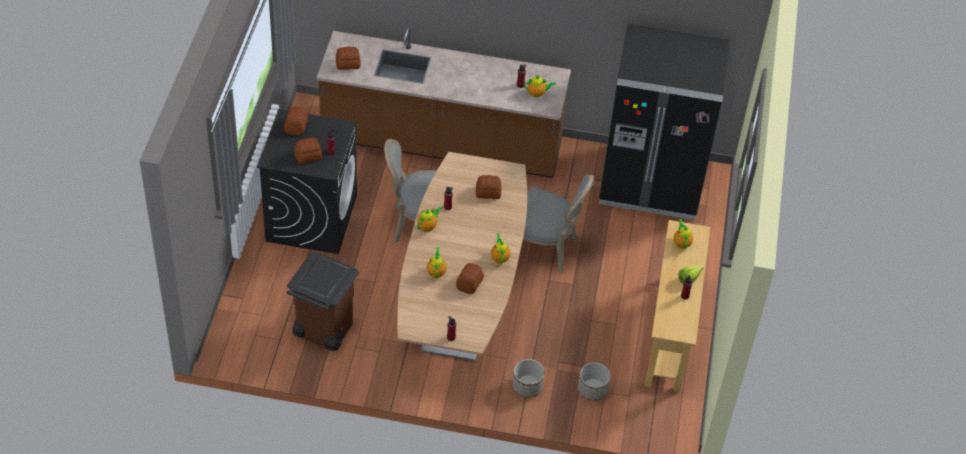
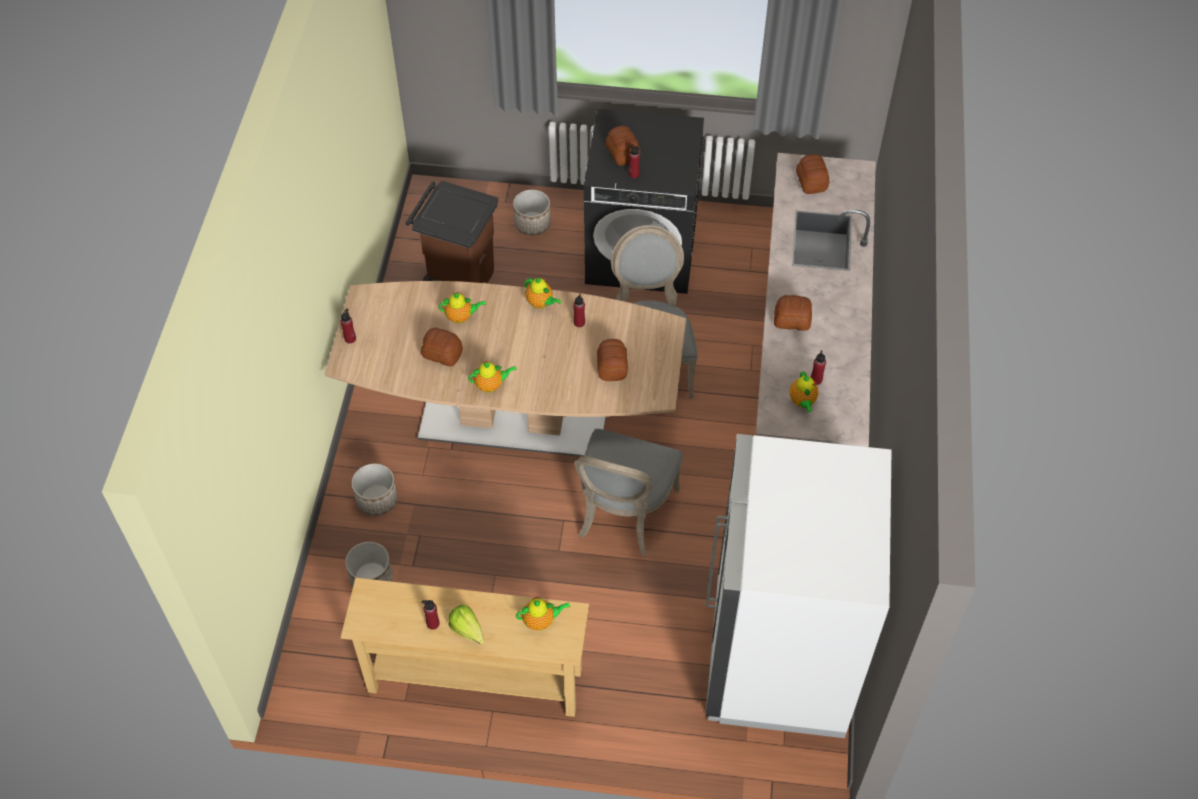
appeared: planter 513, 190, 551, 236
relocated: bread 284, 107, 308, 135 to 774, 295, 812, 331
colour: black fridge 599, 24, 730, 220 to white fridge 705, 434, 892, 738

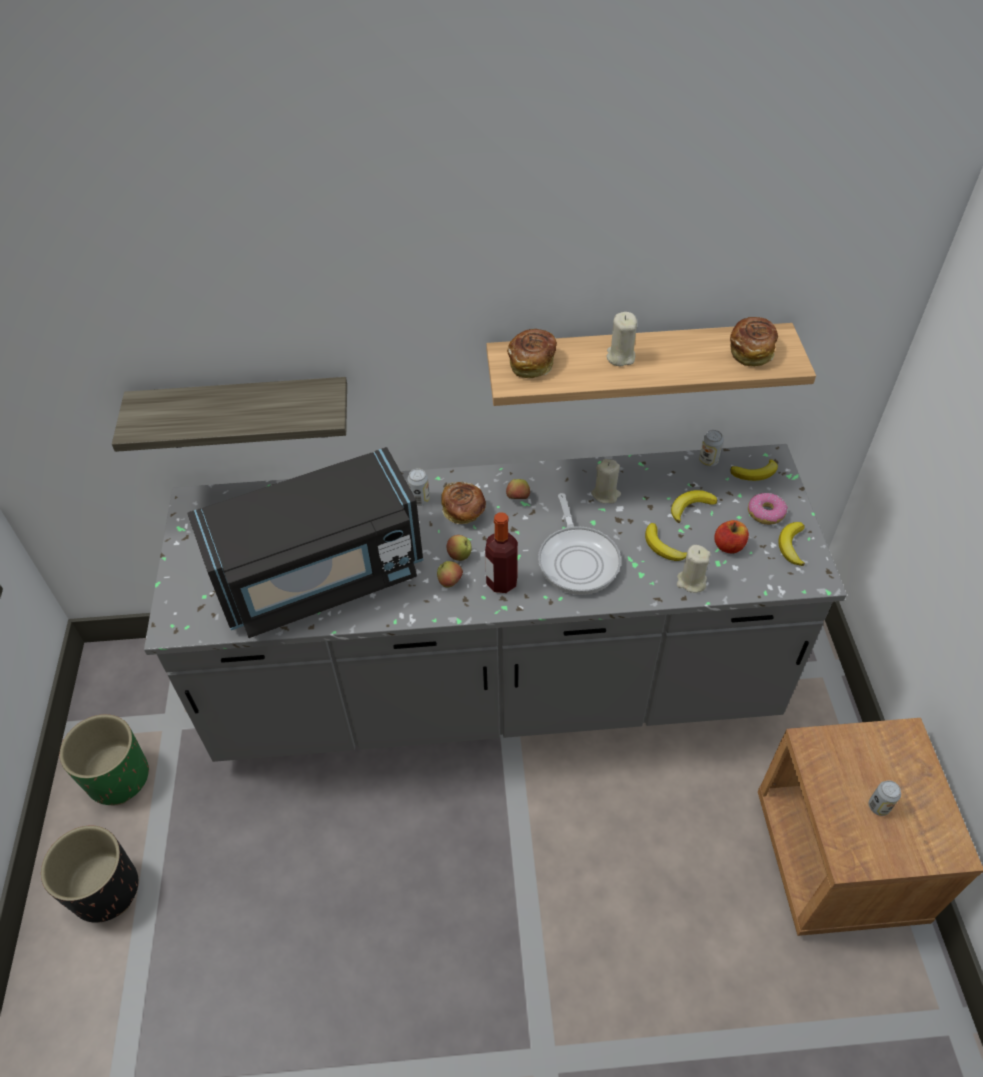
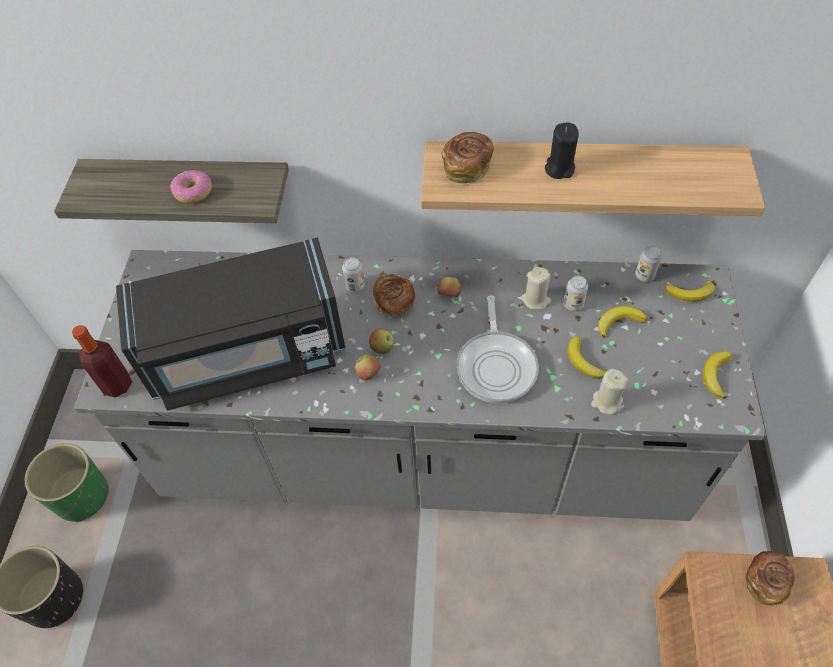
missing: apple 714, 520, 749, 553
relocated: bottle 485, 512, 518, 593 to 72, 325, 132, 397; bread 730, 317, 778, 366 to 746, 551, 795, 606; donut 748, 493, 788, 525 to 170, 170, 212, 203; can 869, 780, 901, 816 to 564, 275, 588, 311
colour: beige candle 607, 312, 637, 366 to black candle 545, 123, 579, 179

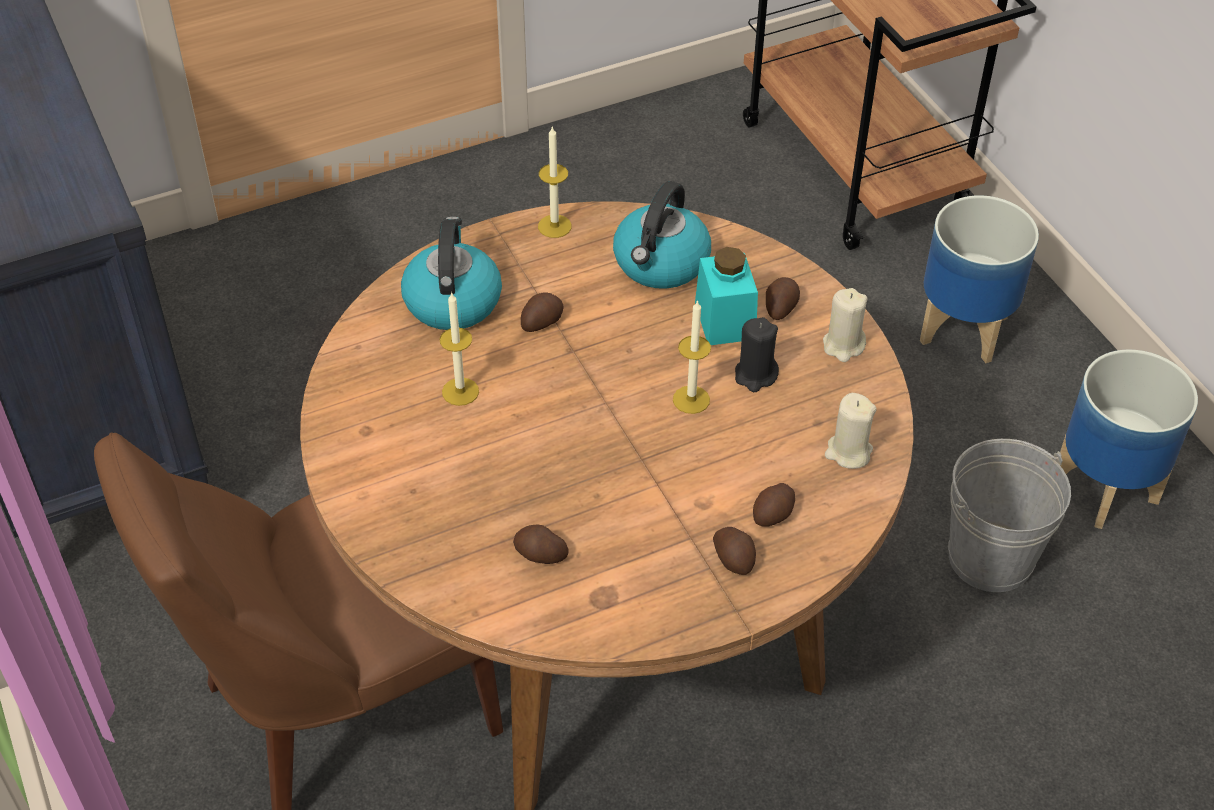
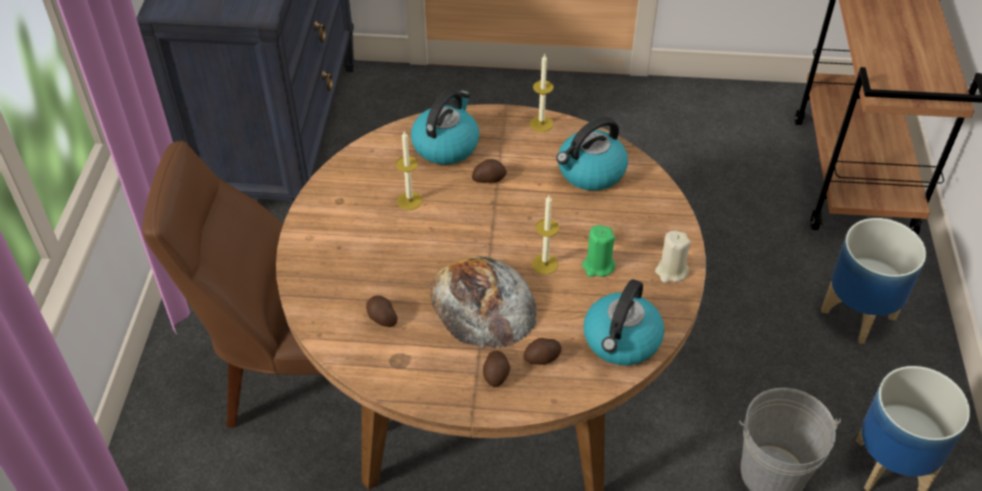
missing: turquoise jar 695, 247, 758, 345; potato 766, 277, 800, 320
appeared: bread 431, 256, 537, 348
exchanged: beige candle 825, 393, 877, 469 to kettle 584, 279, 664, 366
colour: black candle 735, 317, 779, 392 to green candle 582, 225, 615, 277

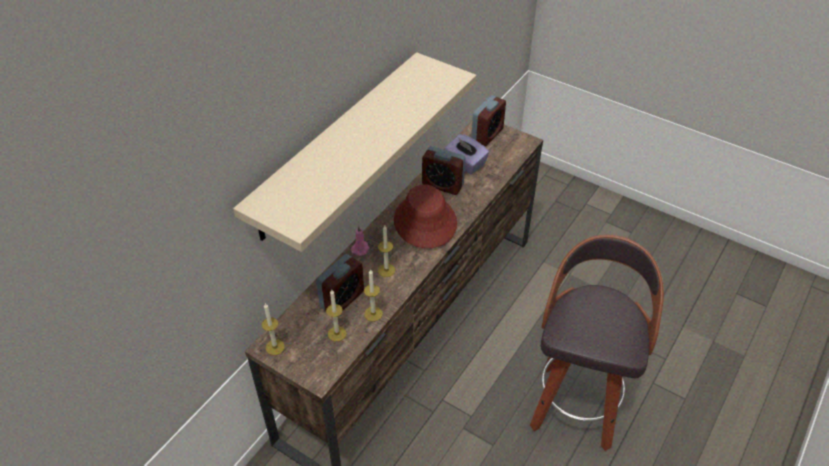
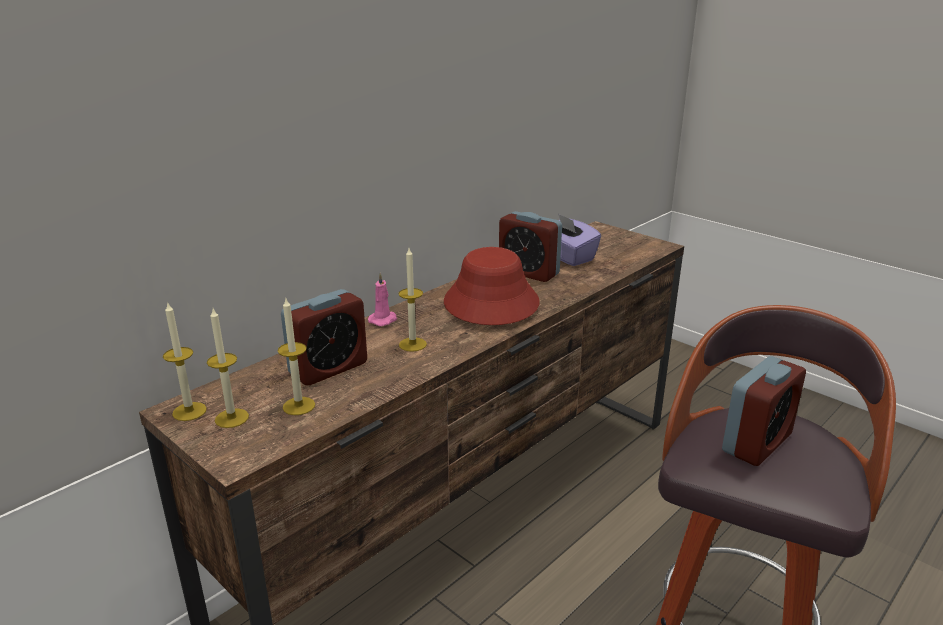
missing: beige shelf 233, 52, 476, 252
relocated: candle 364, 269, 383, 321 to 207, 309, 249, 428; alarm clock 471, 95, 506, 146 to 722, 356, 806, 466

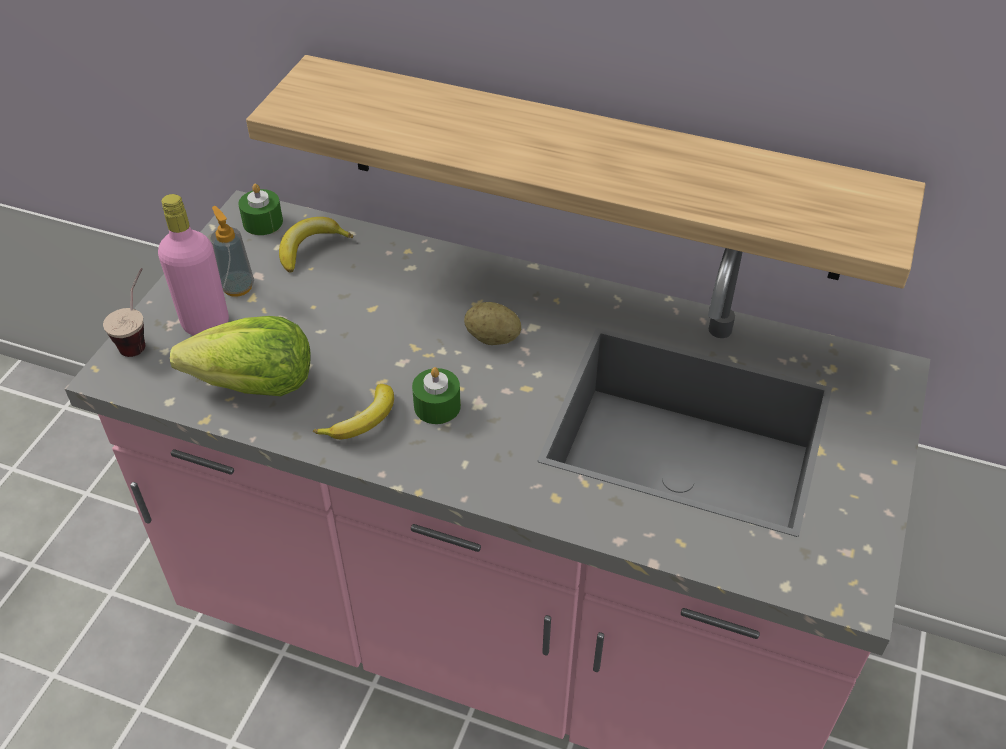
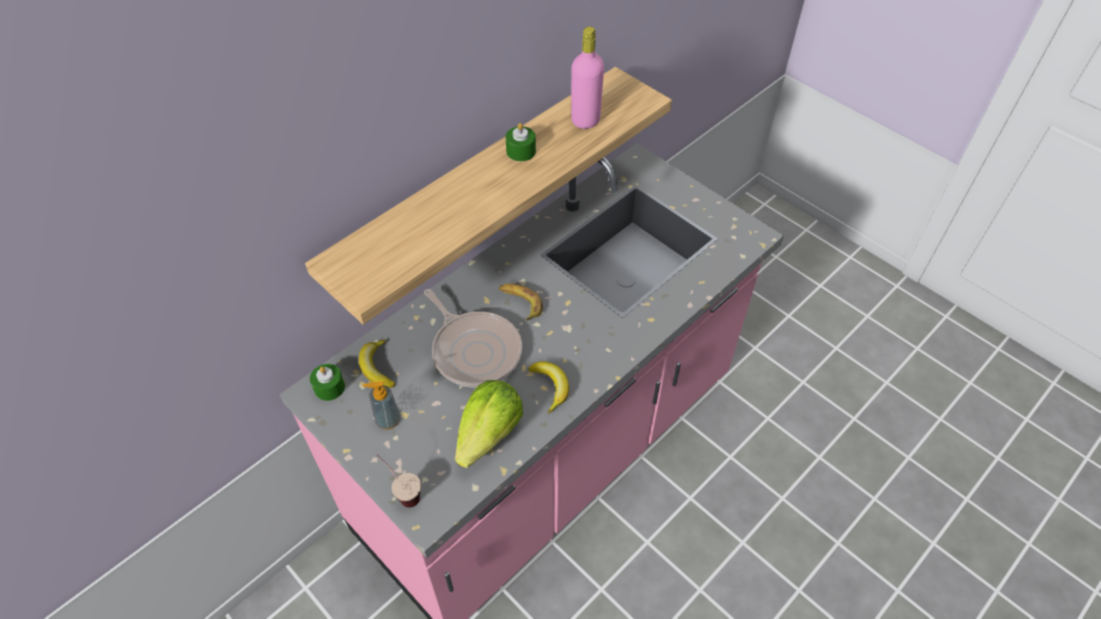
appeared: frying pan 424, 289, 522, 387
relocated: pink bottle 158, 194, 229, 336 to 571, 26, 604, 129; green candle 412, 367, 461, 424 to 506, 123, 536, 161
exchanged: potato 464, 302, 521, 345 to banana 499, 284, 543, 320

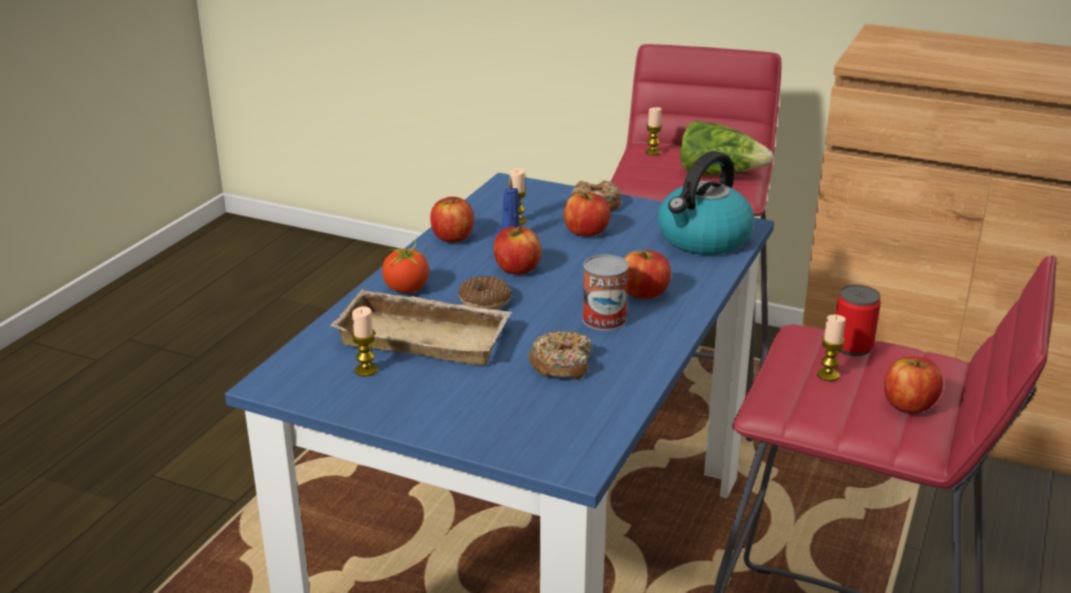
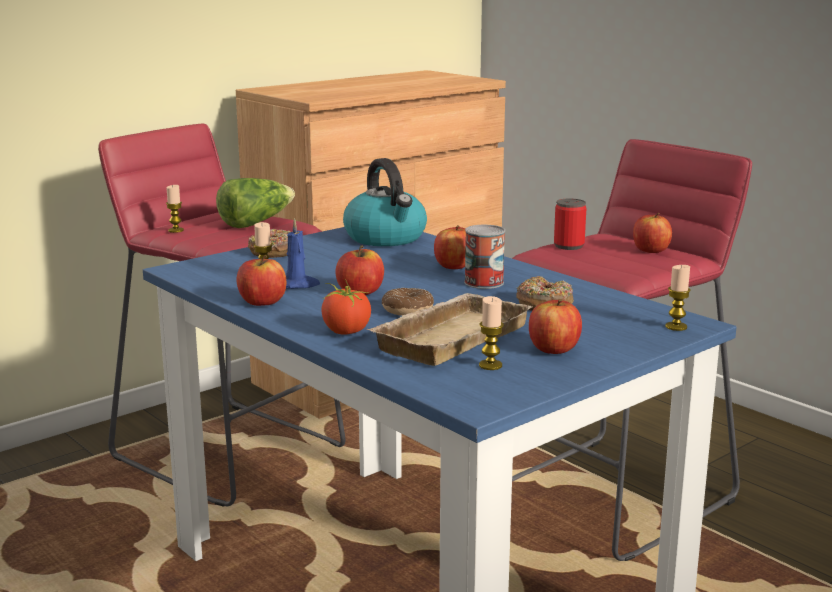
relocated: apple 564, 193, 610, 237 to 529, 299, 582, 354; candle 817, 315, 846, 381 to 665, 265, 691, 331

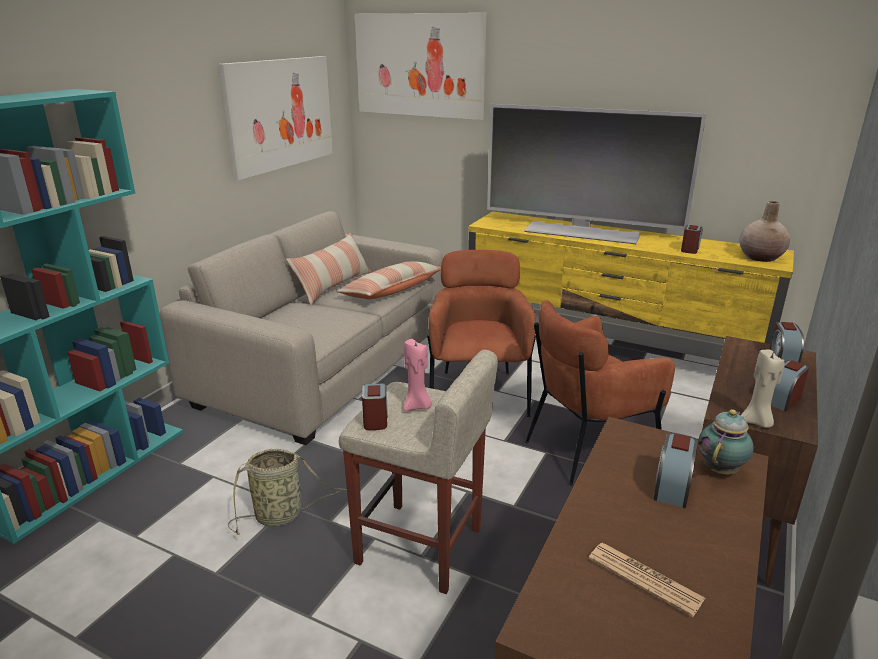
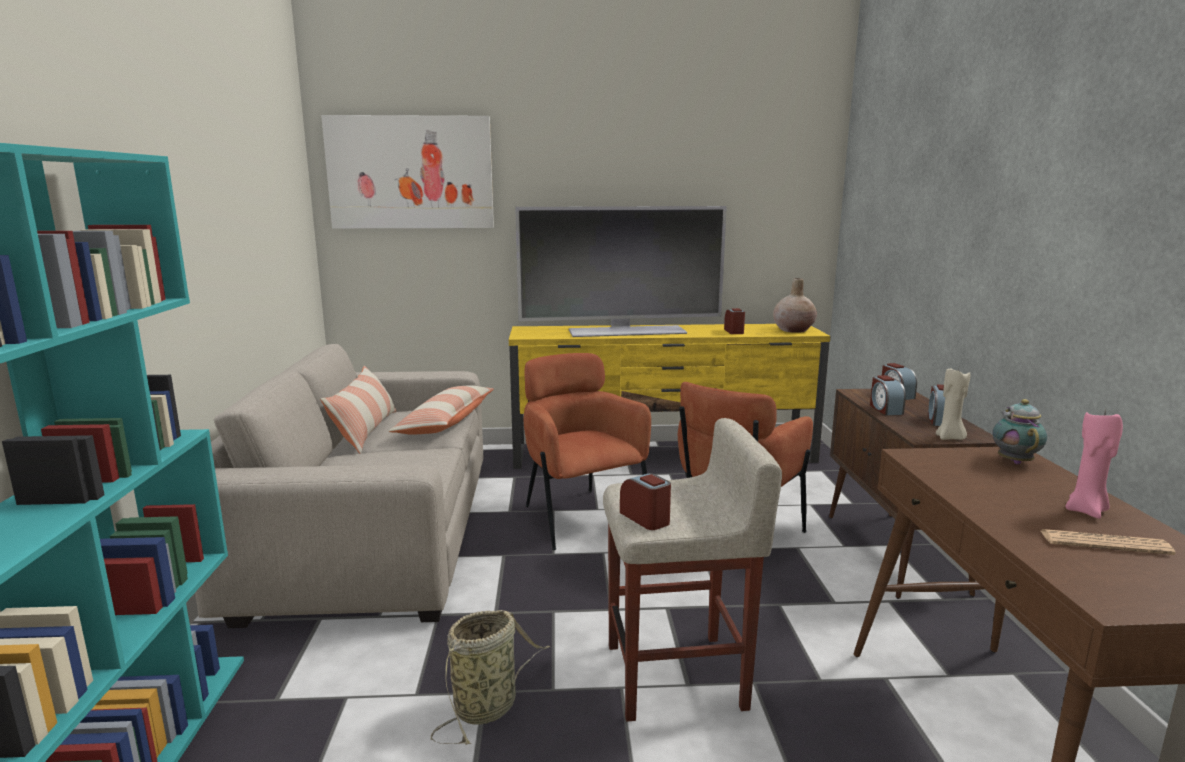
missing: picture 218, 56, 333, 180
relocated: pink candle 404, 339, 432, 411 to 1065, 410, 1123, 519; alarm clock 654, 432, 698, 508 to 870, 375, 906, 415

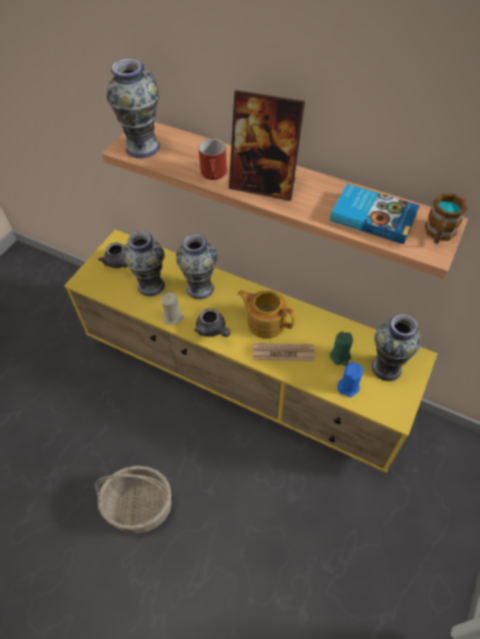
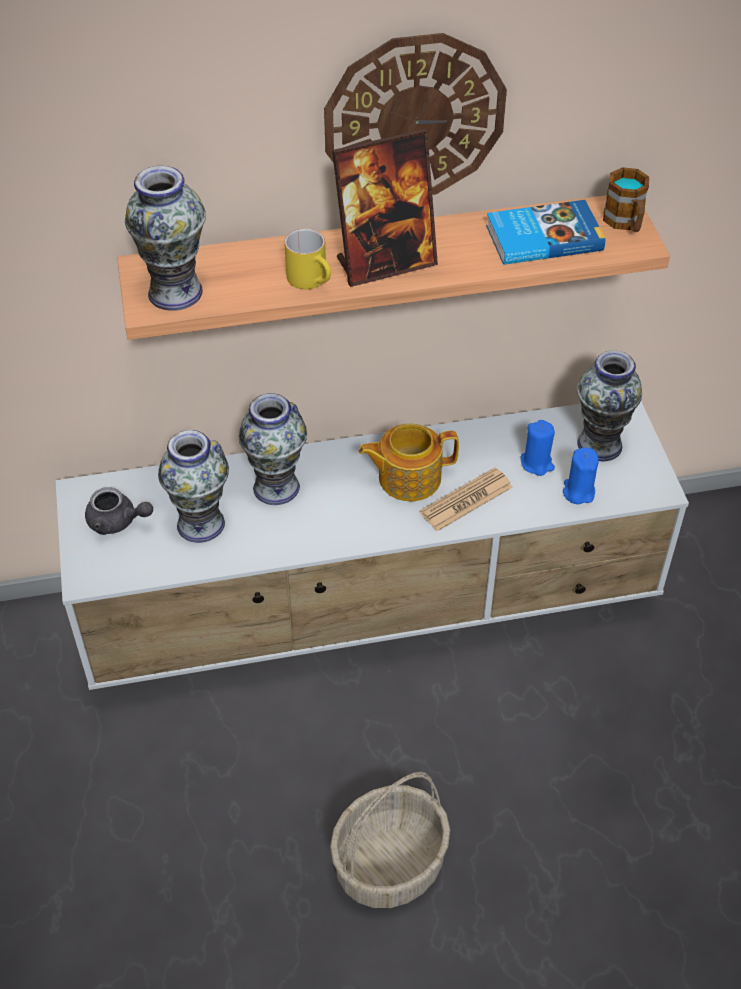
missing: beige candle 161, 292, 184, 325; grey teapot 194, 308, 231, 337
appeared: wall clock 324, 33, 507, 195
colour: yellow tv stand 64, 229, 438, 473 to white tv stand 55, 401, 689, 690; red mug 199, 139, 227, 180 to yellow mug 284, 229, 331, 289; green candle 330, 331, 353, 366 to blue candle 520, 420, 555, 476

